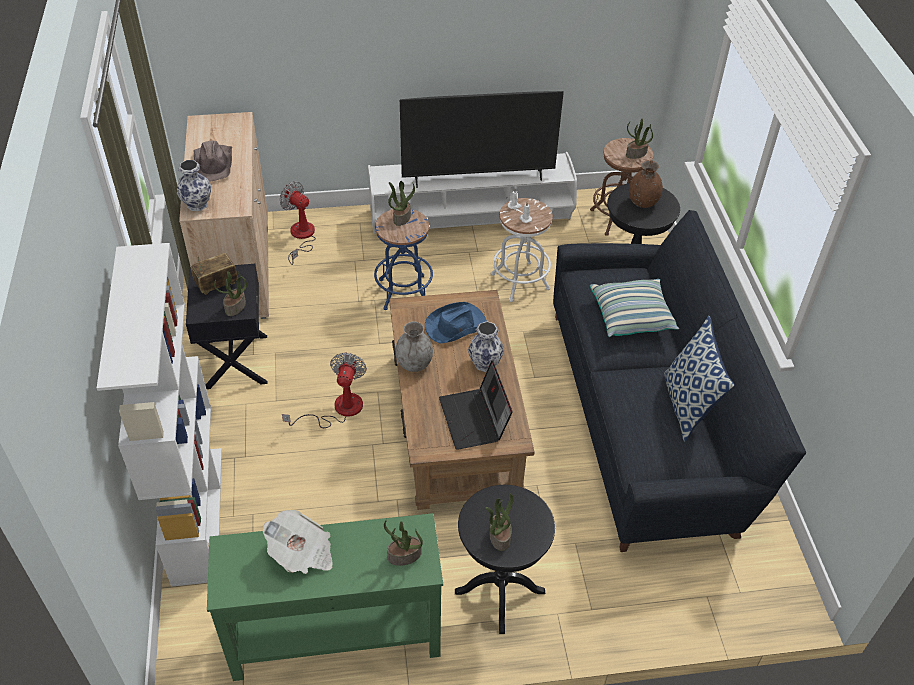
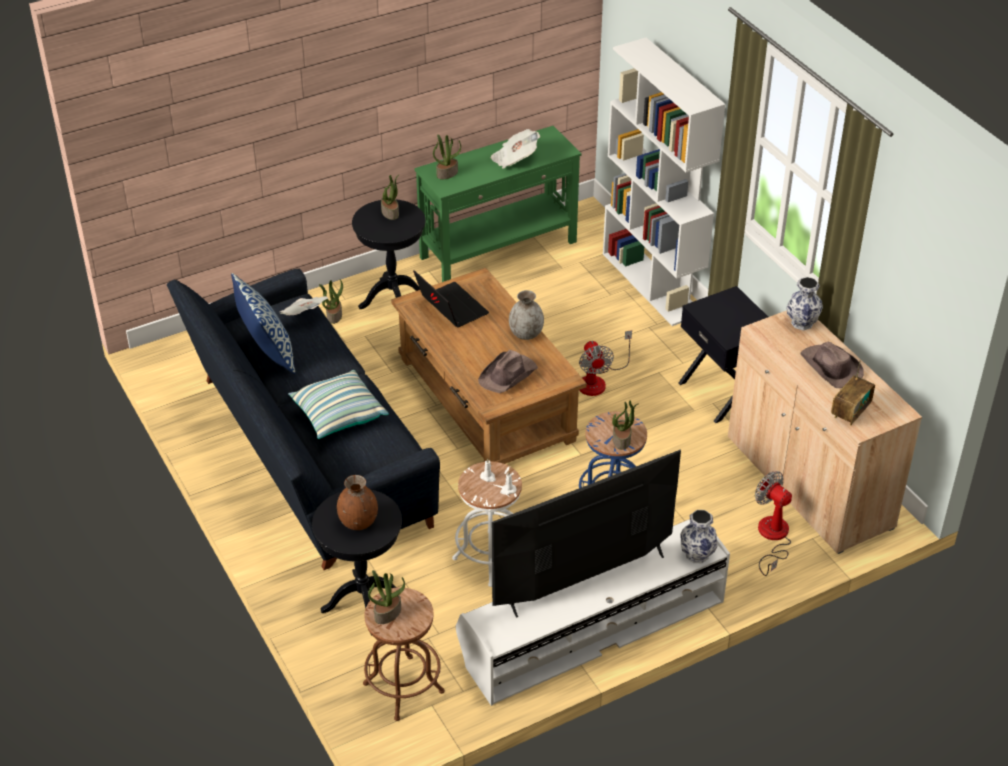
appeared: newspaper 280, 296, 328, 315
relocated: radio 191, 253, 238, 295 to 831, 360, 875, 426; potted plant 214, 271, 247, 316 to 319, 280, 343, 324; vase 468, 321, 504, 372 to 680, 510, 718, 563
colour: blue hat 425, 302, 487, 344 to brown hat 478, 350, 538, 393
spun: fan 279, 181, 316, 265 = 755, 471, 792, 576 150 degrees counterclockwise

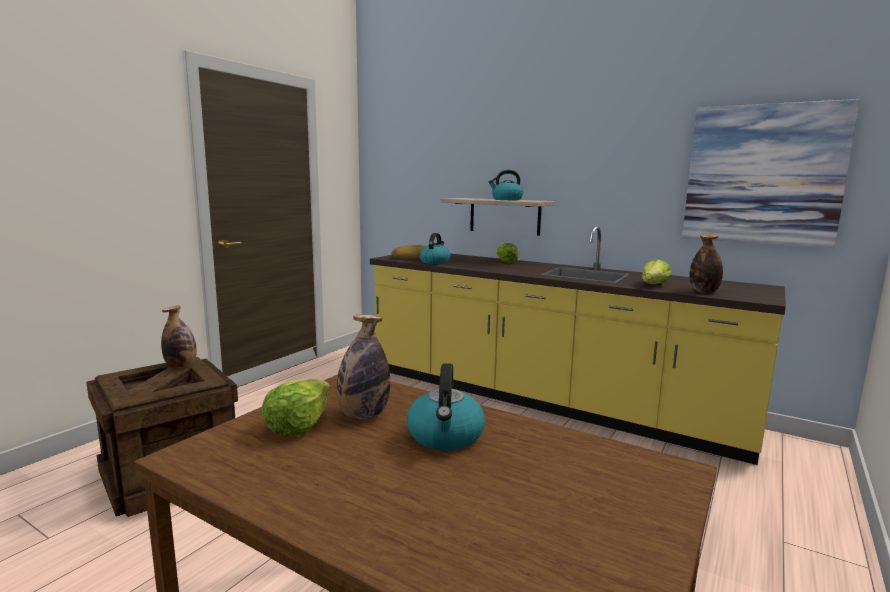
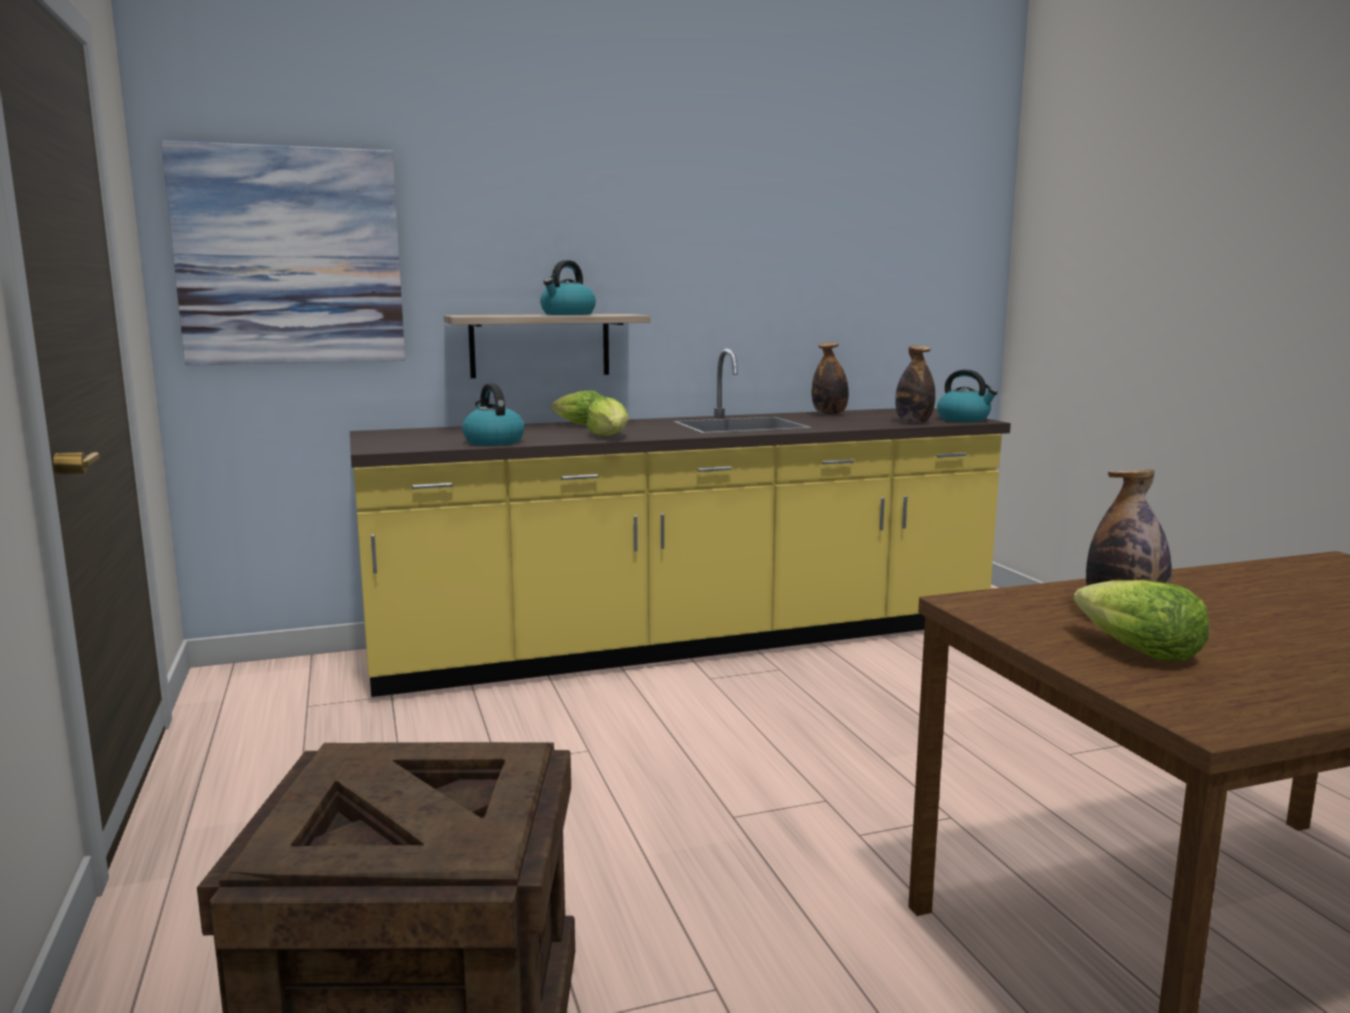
missing: bread 391, 245, 426, 259
relocated: bottle 161, 306, 197, 368 to 812, 342, 849, 416; kettle 407, 363, 485, 451 to 937, 369, 998, 422; lettuce 642, 259, 672, 284 to 586, 397, 629, 436; picture 682, 99, 860, 248 to 161, 140, 405, 365

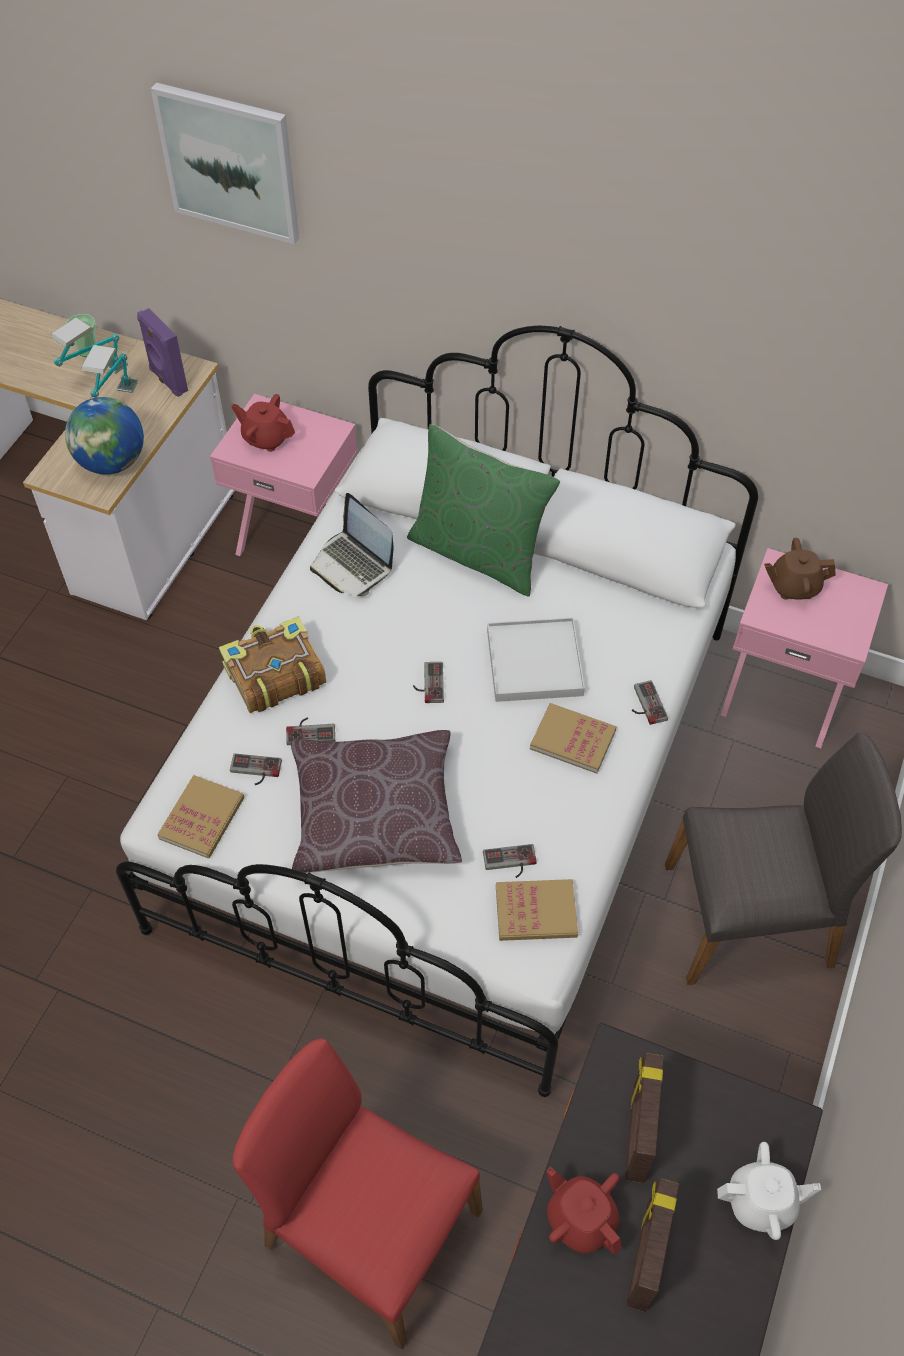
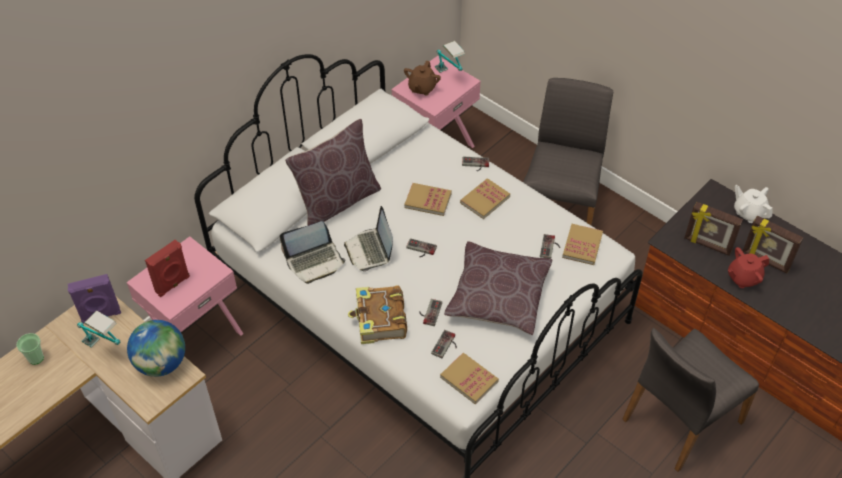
missing: picture 151, 83, 299, 244
appeared: laptop 344, 206, 393, 272
relocated: table lamp 51, 317, 128, 373 to 435, 41, 465, 73
exchanged: red teapot 231, 394, 295, 452 to red speaker 145, 240, 190, 297; white tray 487, 618, 585, 702 to book 404, 183, 452, 216
colour: red chair 233, 1038, 483, 1350 to grey chair 622, 328, 759, 472; green pillow 407, 424, 560, 596 to brown pillow 285, 119, 381, 226
spun: white teapot 717, 1142, 821, 1240 = 734, 185, 773, 223 60 degrees counterclockwise

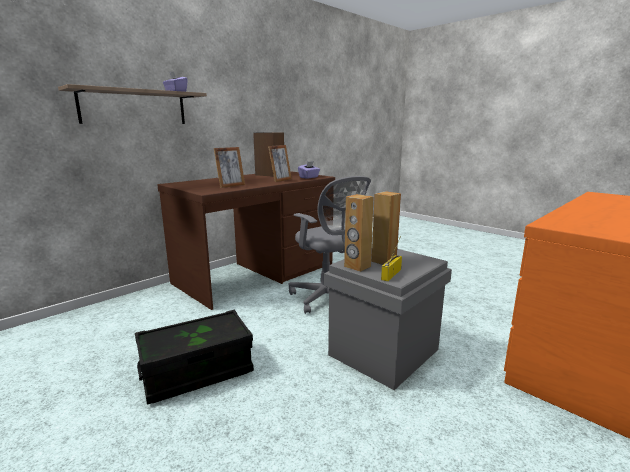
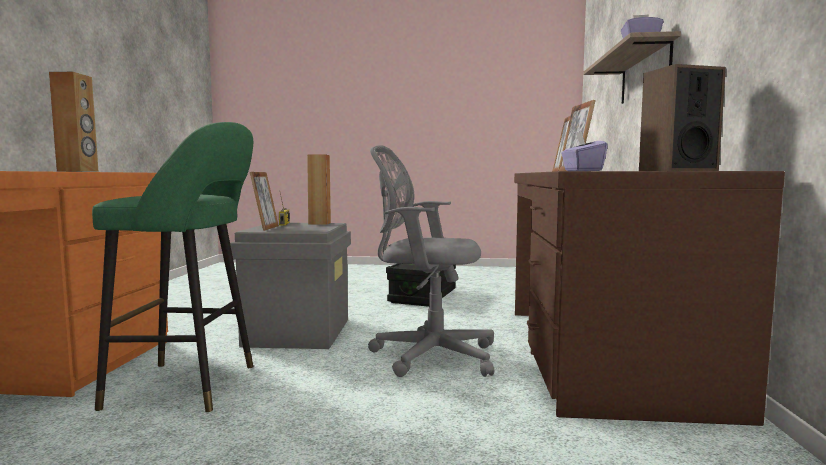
appeared: green stool 92, 122, 253, 412; picture frame 250, 172, 279, 231
relocated: brown speaker 372, 191, 401, 265 to 49, 72, 99, 172

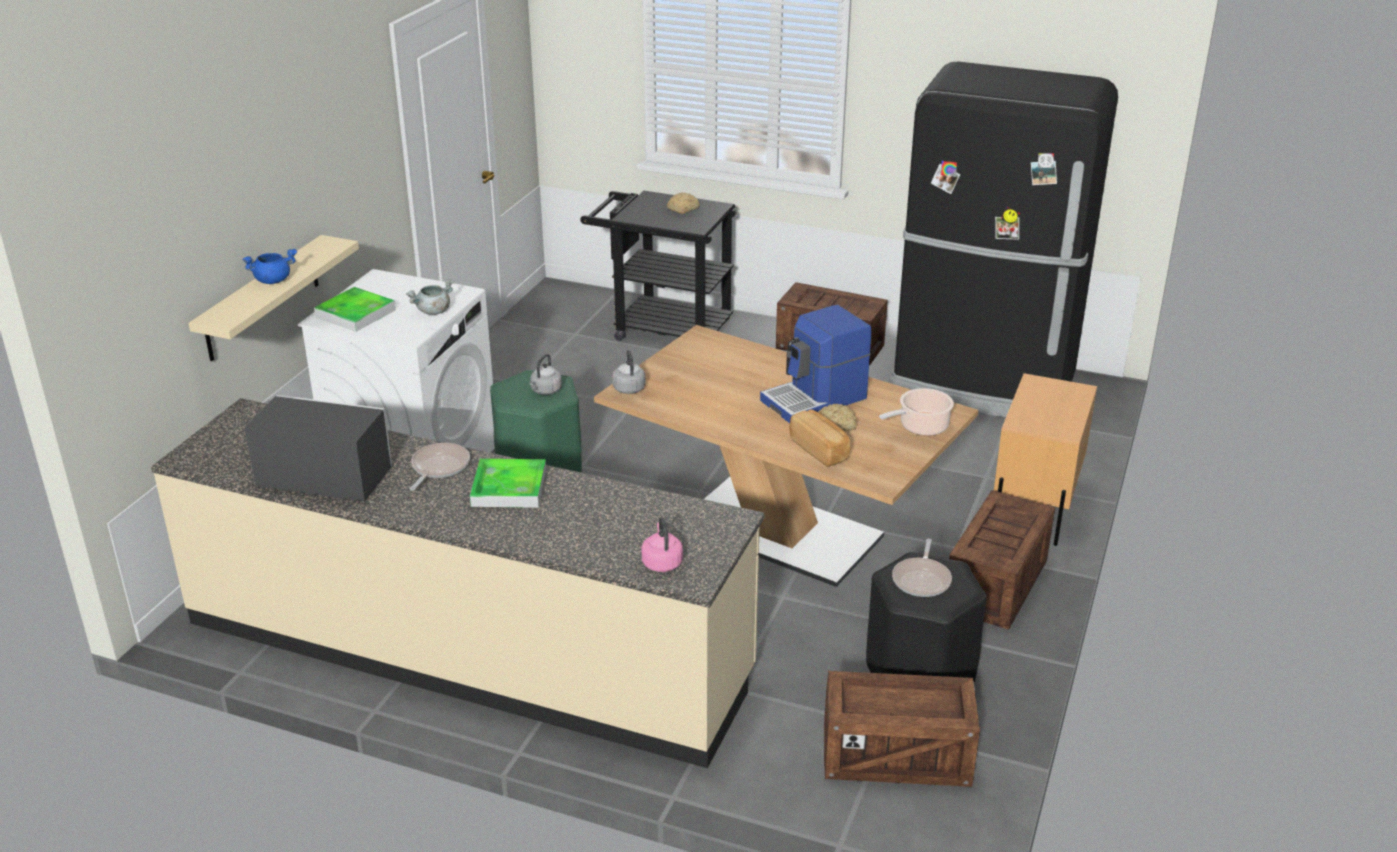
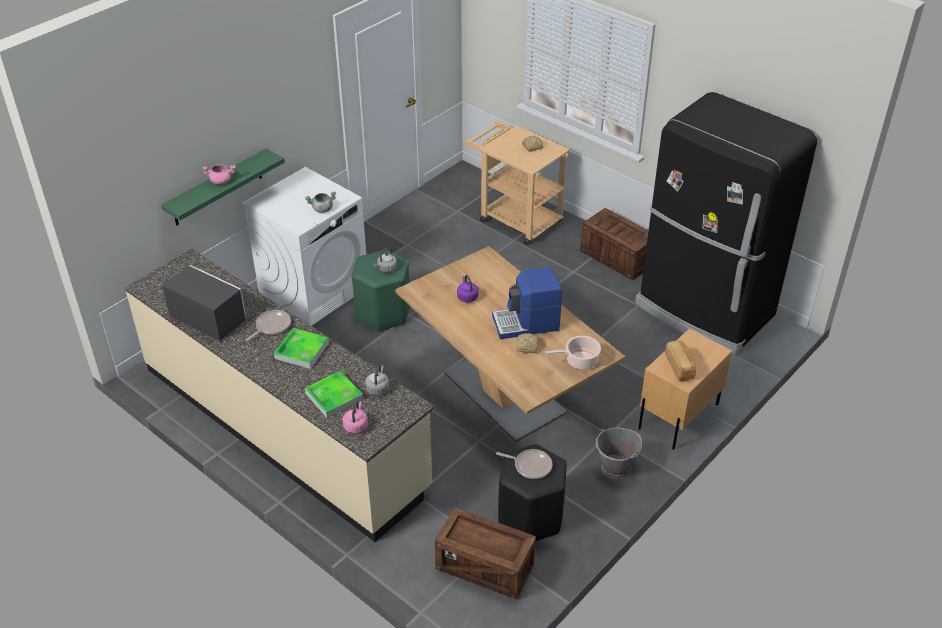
appeared: purple kettle 457, 275, 478, 302
relocated: tray 314, 287, 396, 332 to 305, 371, 363, 418; grey kettle 612, 350, 646, 394 to 365, 365, 389, 396; bread 789, 409, 851, 467 to 665, 341, 696, 381
exchanged: crate 949, 490, 1055, 630 to grey bucket 596, 427, 642, 479
colour: beige shelf 188, 235, 359, 361 to green shelf 161, 148, 285, 225; blue cooking pot 242, 249, 297, 284 to pink cooking pot 203, 164, 236, 185; black cart 580, 191, 736, 341 to beige cart 465, 121, 570, 245
spun: frying pan 892, 539, 952, 597 = 496, 449, 552, 479 105 degrees counterclockwise

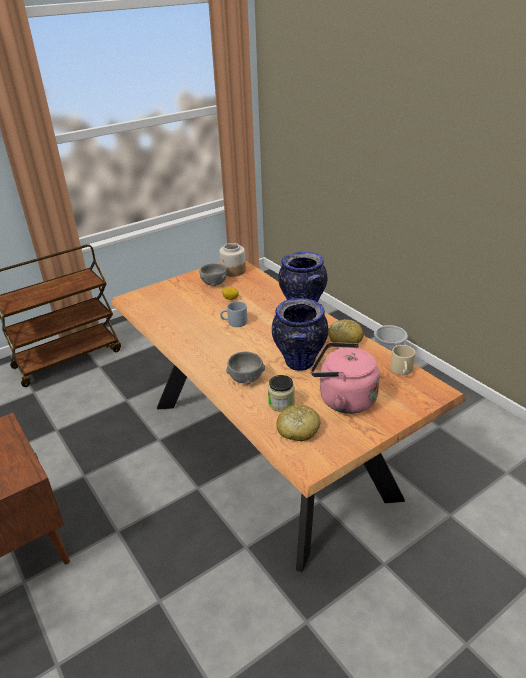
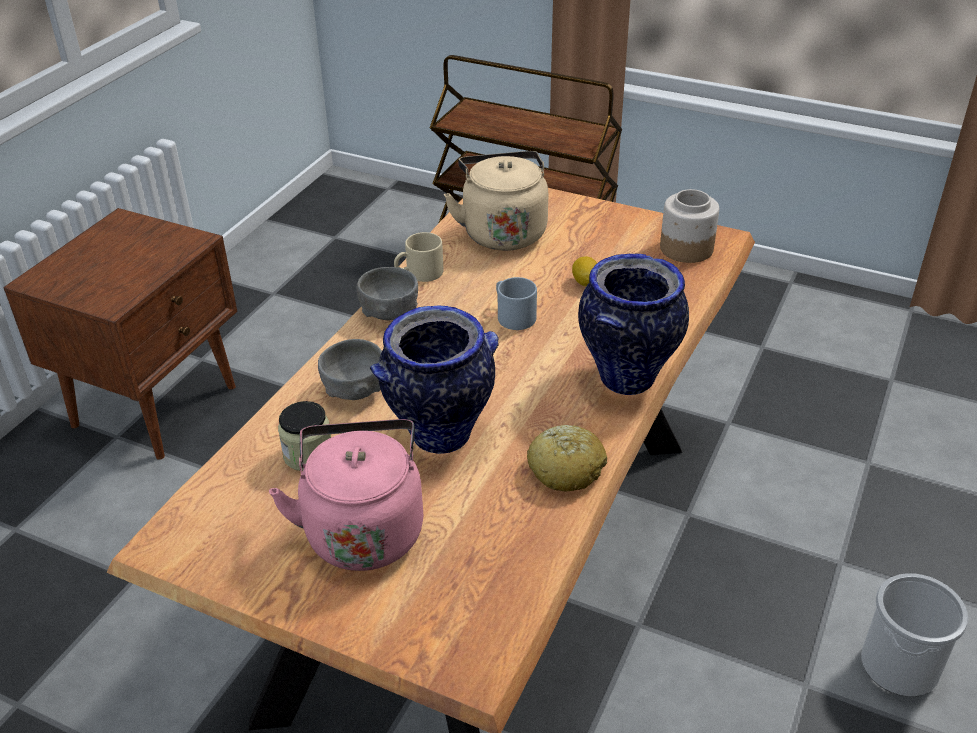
missing: bread 276, 404, 321, 441
appeared: beige kettle 444, 151, 548, 251
relocated: grey bowl 200, 263, 227, 286 to 357, 267, 418, 320; beige mug 391, 345, 415, 375 to 394, 232, 443, 282

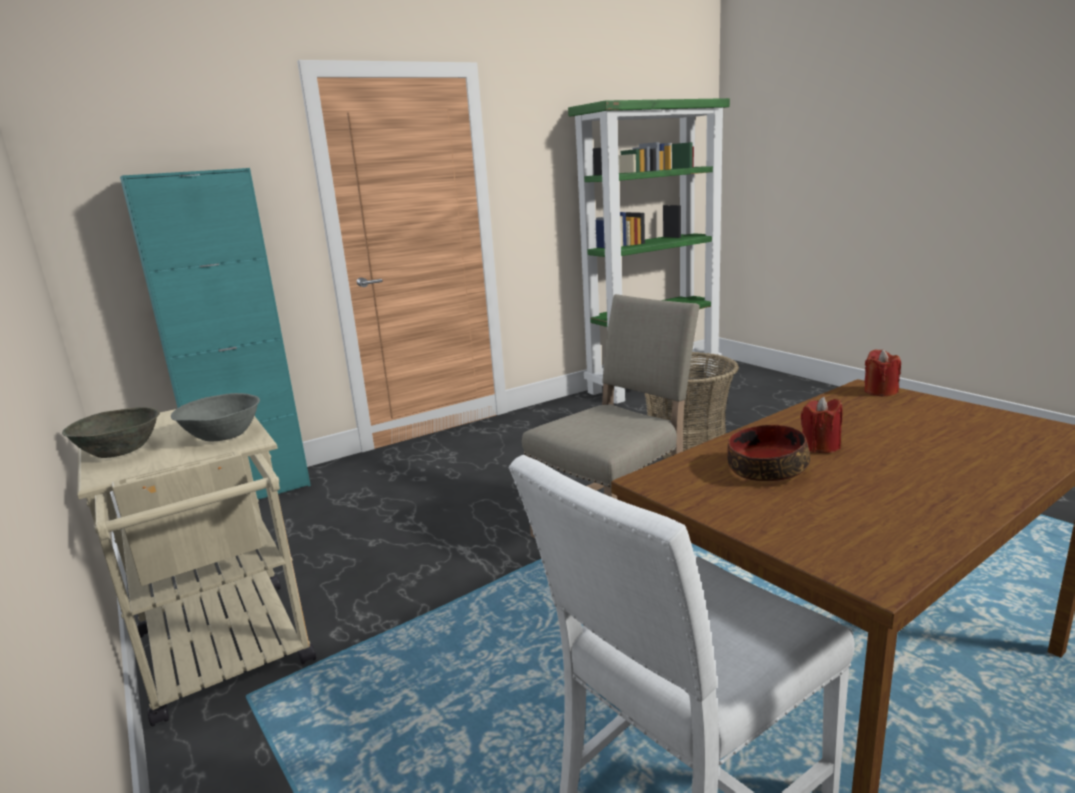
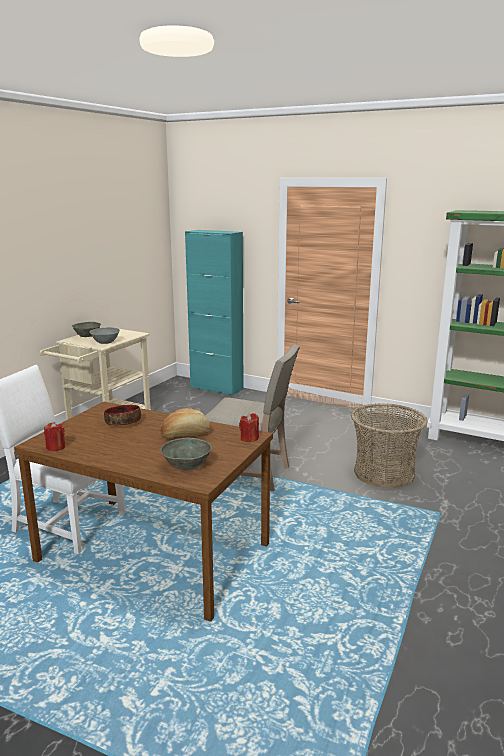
appeared: bread 160, 408, 210, 438; grey bowl 160, 438, 212, 471
relocated: red candle 801, 396, 843, 453 to 44, 422, 65, 451

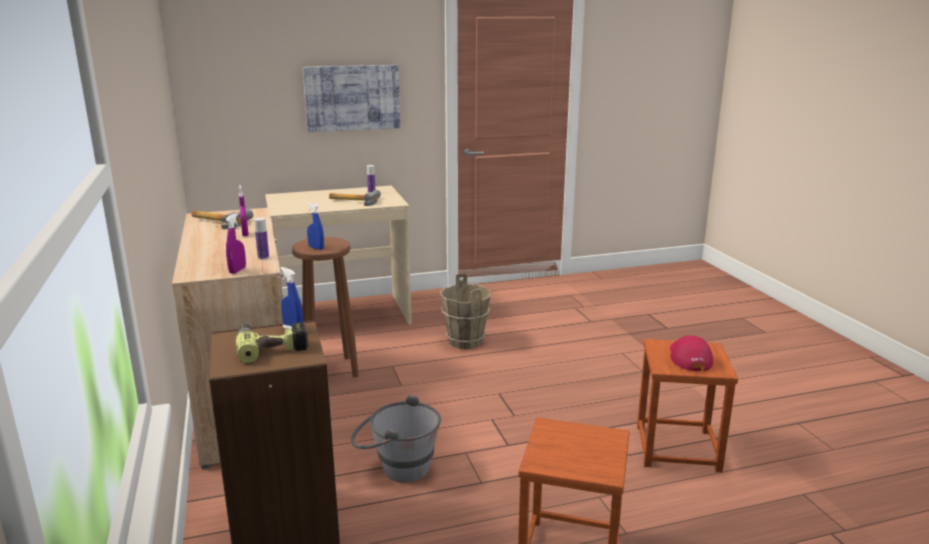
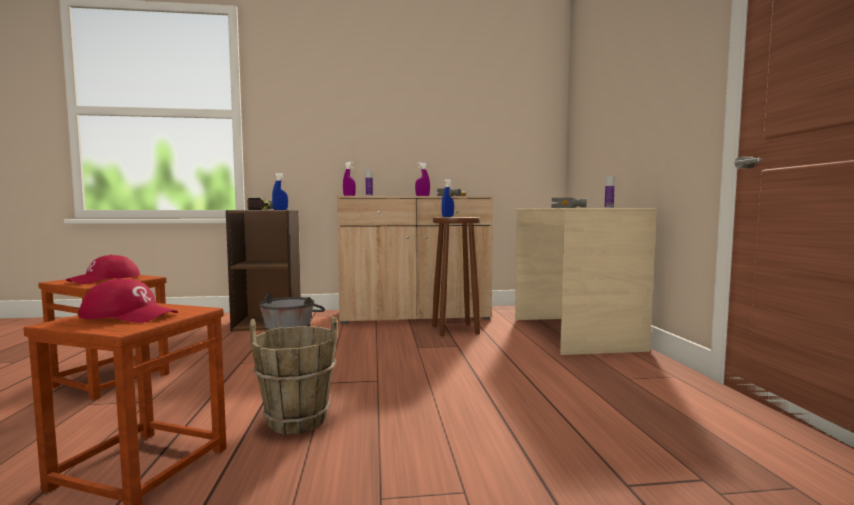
missing: picture 303, 65, 400, 132
appeared: red cap 66, 255, 140, 284
relocated: brown bucket 440, 273, 491, 349 to 250, 316, 338, 434

